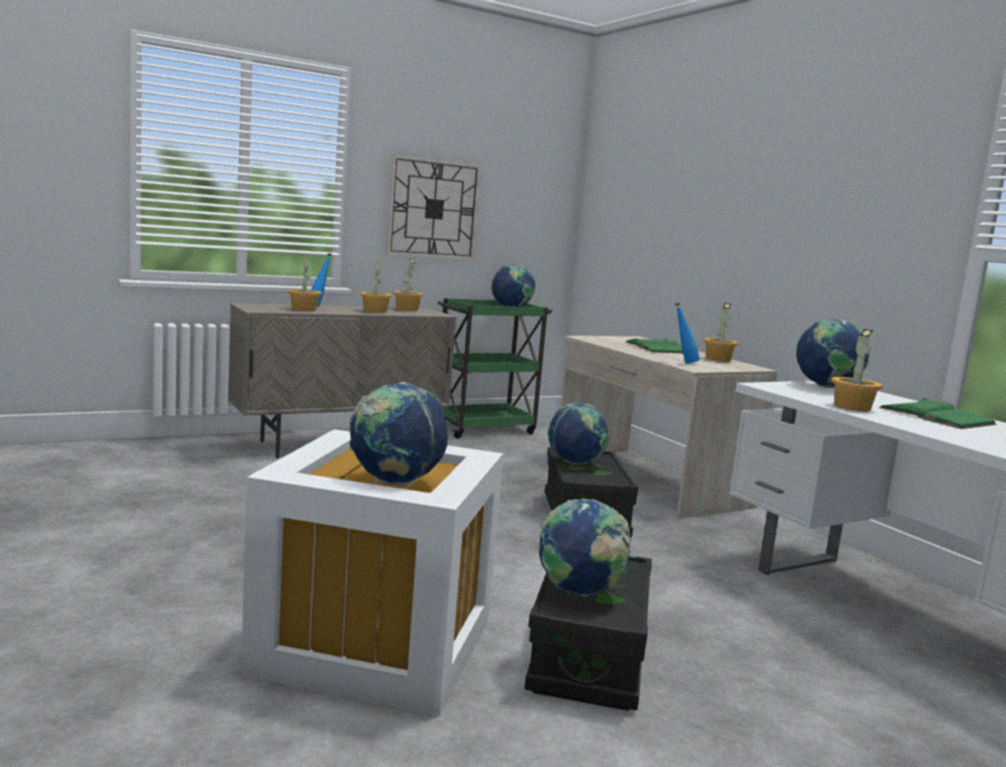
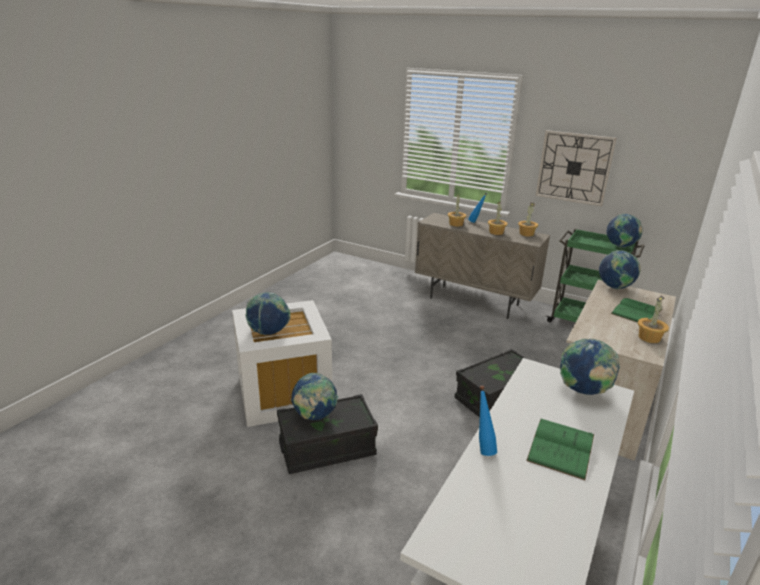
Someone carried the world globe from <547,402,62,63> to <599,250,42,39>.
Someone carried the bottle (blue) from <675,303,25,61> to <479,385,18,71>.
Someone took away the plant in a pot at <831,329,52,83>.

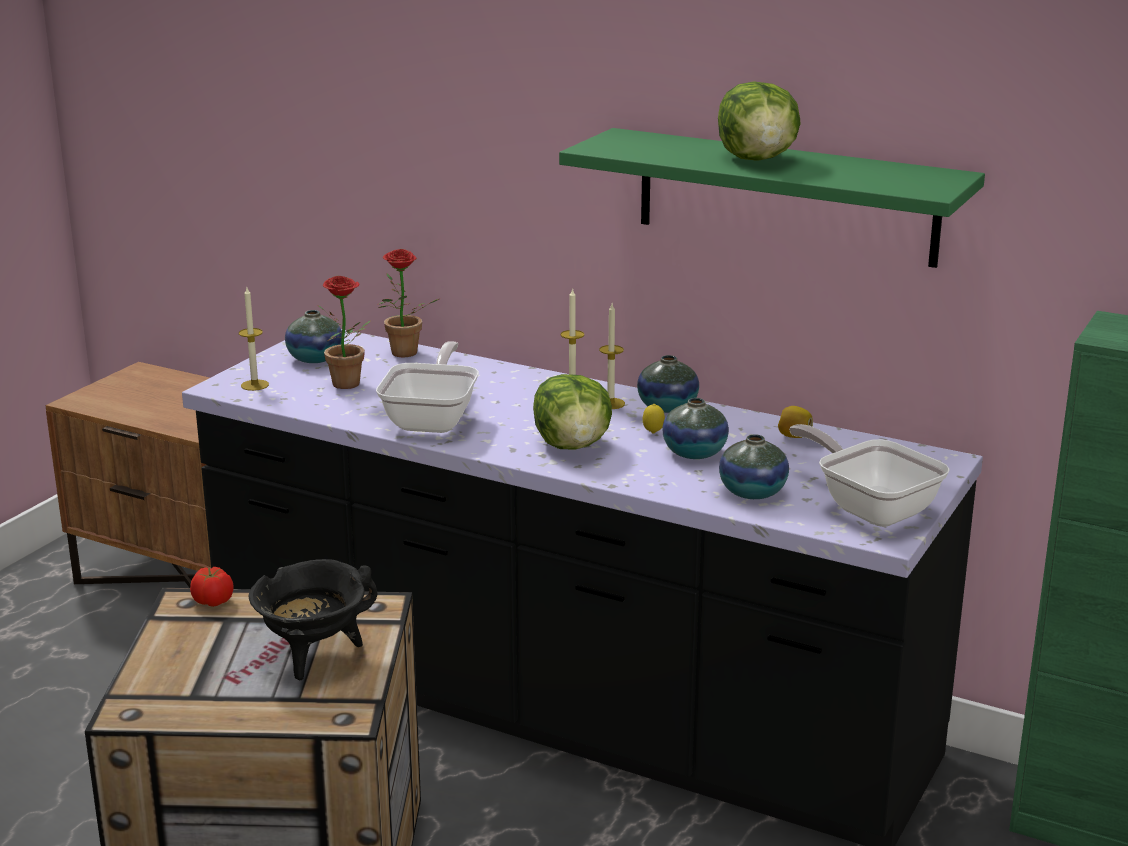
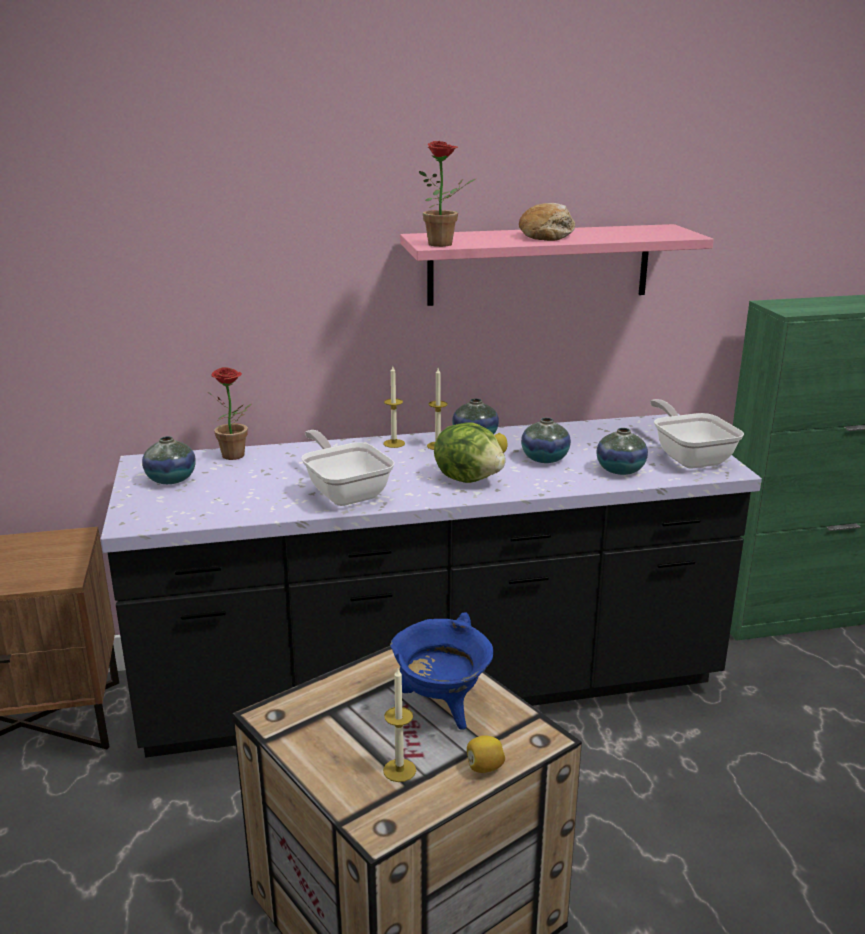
Someone took away the whole tomato at <190,567,44,40>.
Someone carried the wax candle from <239,288,30,103> to <383,668,33,114>.
Someone repainted the cooking pot (black-coloured) at <248,559,129,121>, which became the cooking pot (blue) at <390,612,103,118>.
Someone carried the plant in a pot from <319,276,52,113> to <419,141,57,106>.
Someone repainted the bracket shelf (greenish) at <559,128,426,140>, which became the bracket shelf (pinkish) at <400,224,314,82>.
Someone swapped the head of lettuce at <718,81,83,80> for the bakery bread at <519,203,56,38>.
Someone carried the citrus fruit from <778,406,35,32> to <467,735,38,38>.
Someone rotated the skillet at <789,424,161,103> by 60 degrees clockwise.

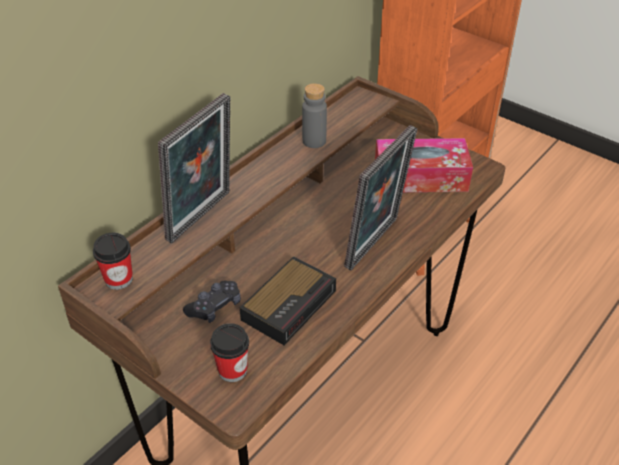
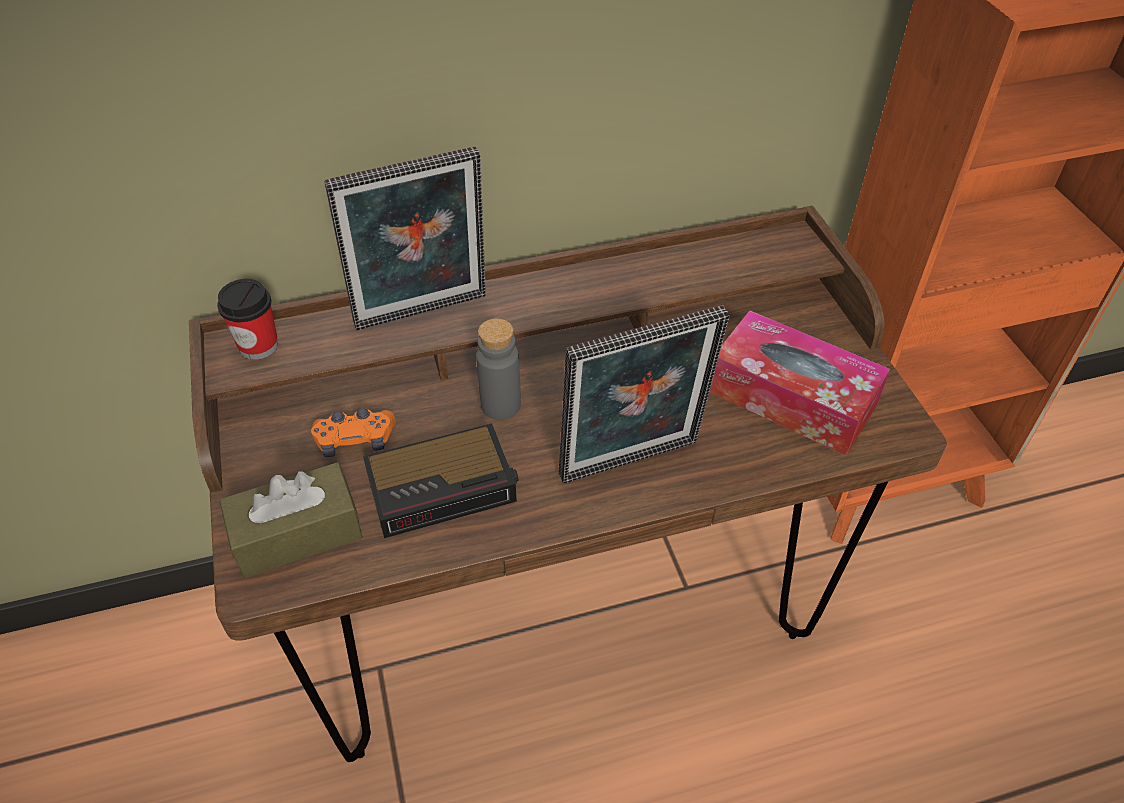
Someone repainted the joypad (black-coloured) at <183,281,58,42>, which became the joypad (orange-coloured) at <311,408,85,49>.
Someone swapped the cup at <210,323,39,59> for the tissue box (brown-coloured) at <219,462,144,116>.
Someone carried the bottle (grey) from <302,83,25,65> to <476,318,45,102>.

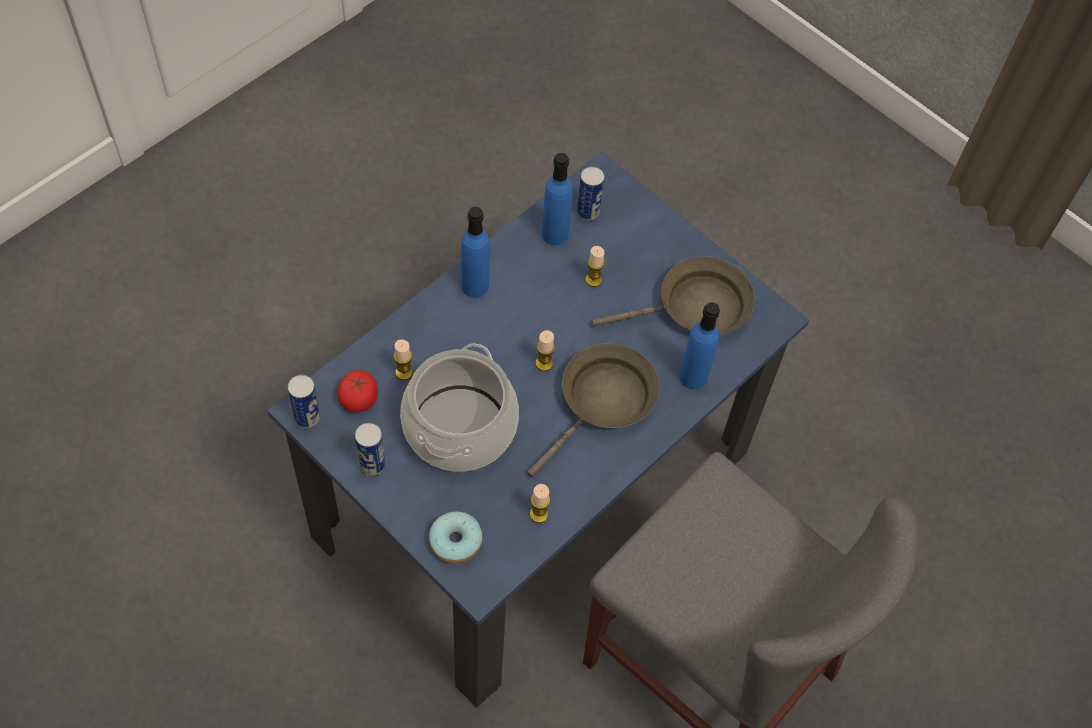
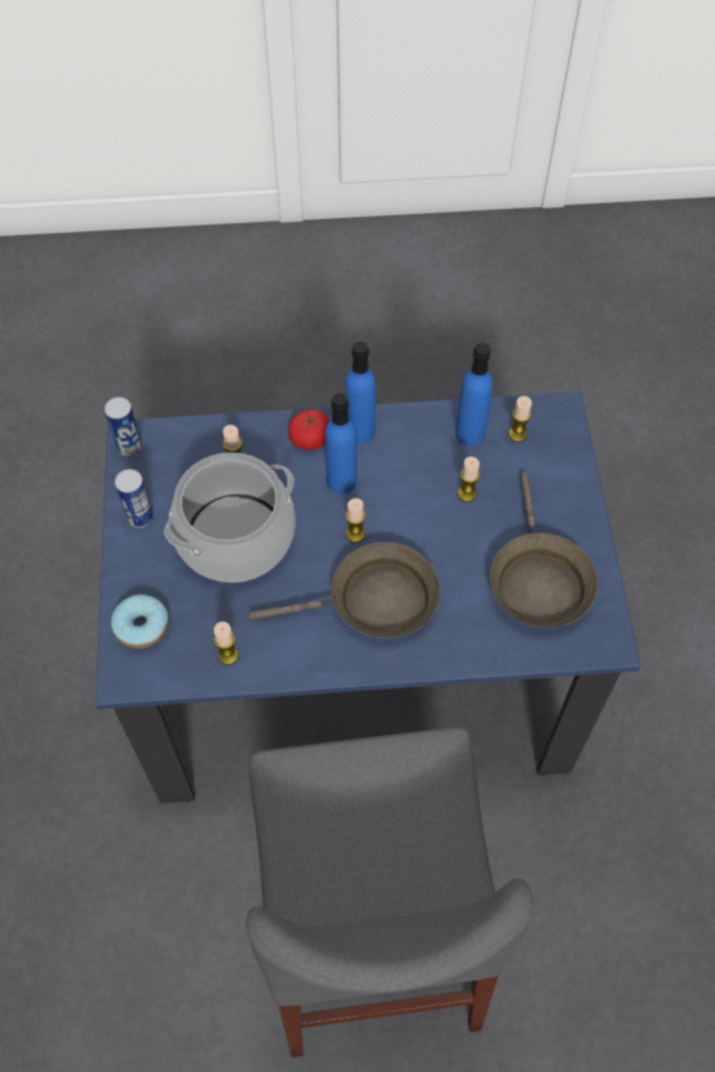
Someone carried the whole tomato from <337,370,41,42> to <288,410,42,40>.
Someone swapped the sealed can at <577,166,27,55> for the wax candle at <508,396,24,46>.
Someone rotated the skillet (brown-coloured) at <592,256,163,78> by 60 degrees clockwise.
Someone carried the bottle (blue) from <679,302,41,87> to <325,393,32,101>.

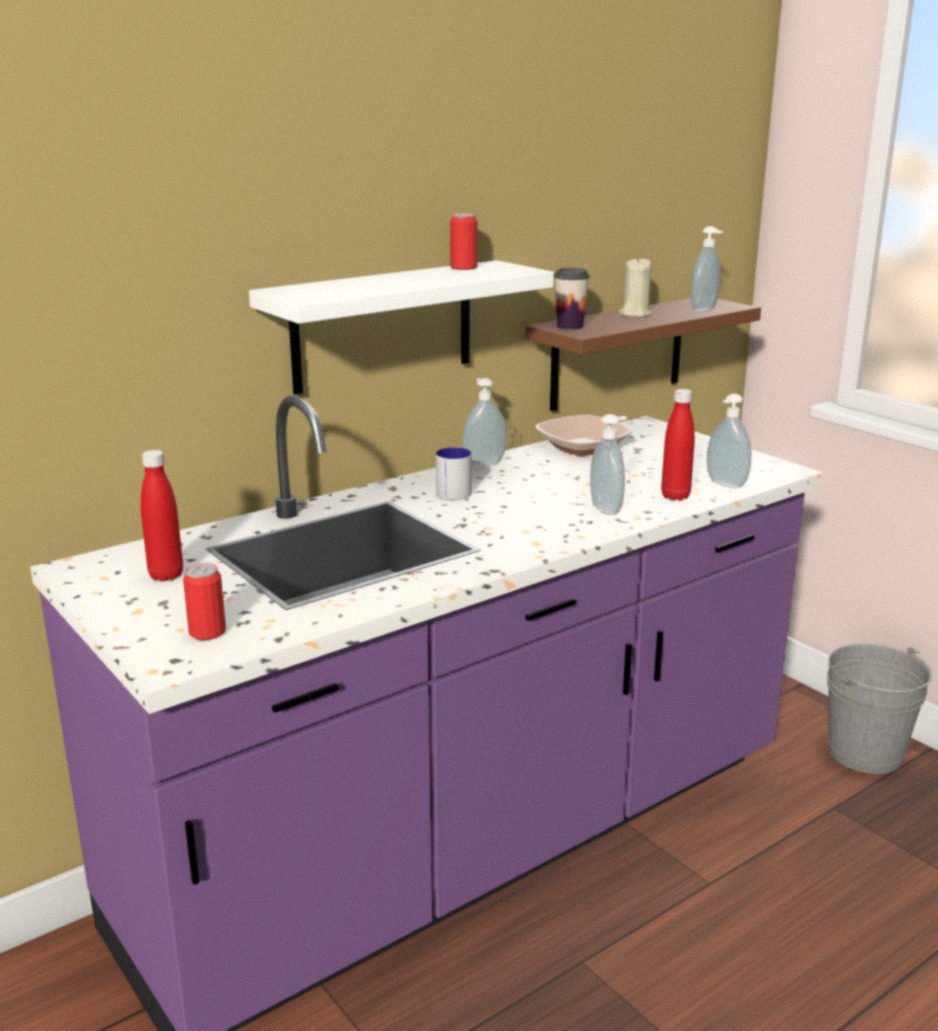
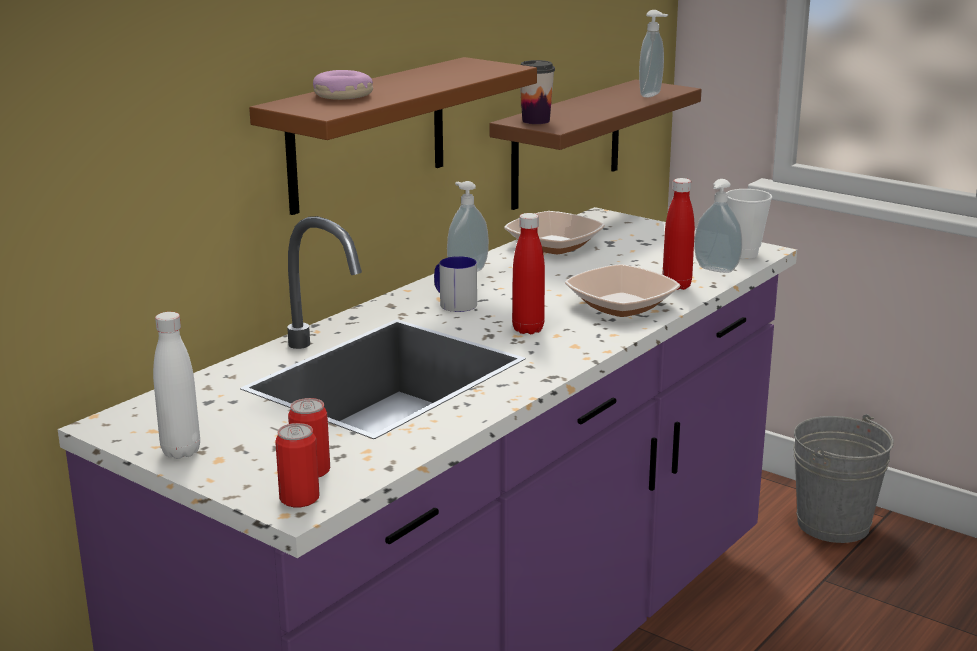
Someone carried the bottle (red) from <141,450,42,131> to <512,213,33,121>.
Someone repainted the bracket shelf (white) at <249,260,305,135>, which became the bracket shelf (brown-coloured) at <249,57,288,158>.
Someone carried the sealed can from <450,213,27,57> to <275,423,45,84>.
Someone swapped the soap bottle at <590,414,37,101> for the serving bowl at <565,264,115,53>.
Someone took away the wax candle (beige-coloured) at <619,257,33,60>.
Someone put down the bottle (white) at <153,312,47,147>.
Someone put down the donut at <313,70,60,30>.
Someone put down the cup at <726,189,46,70>.

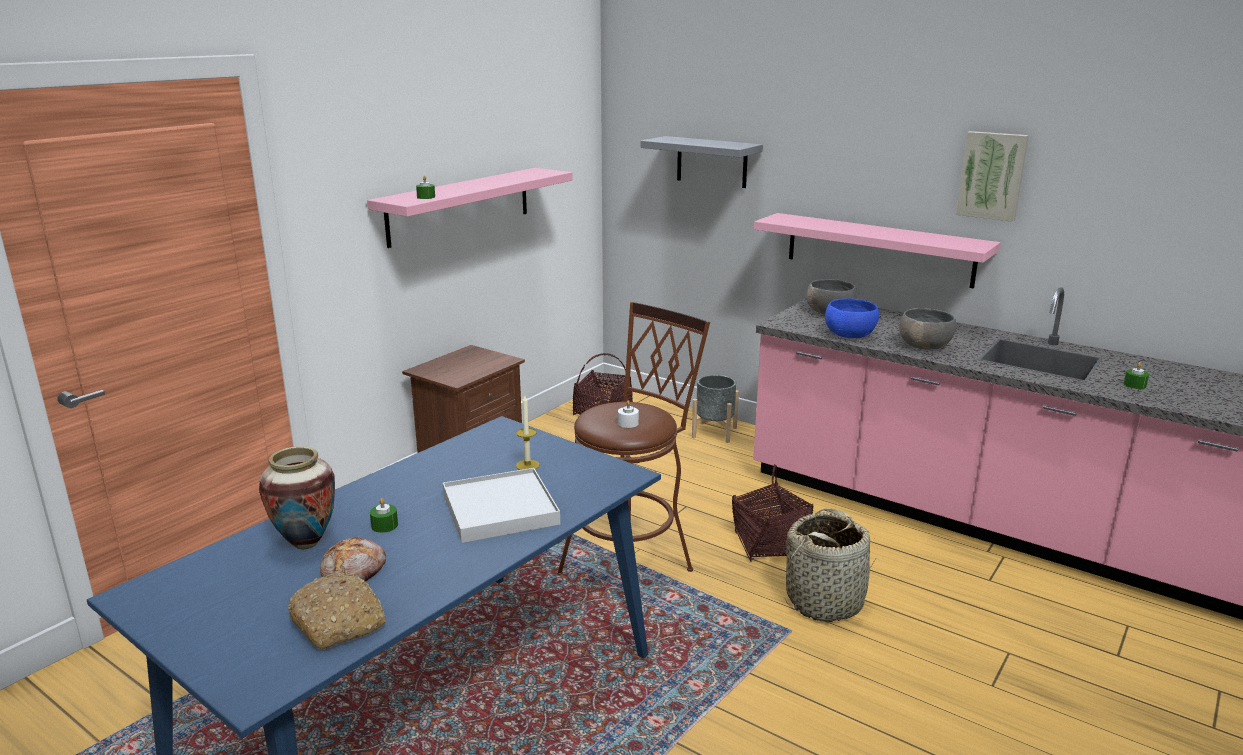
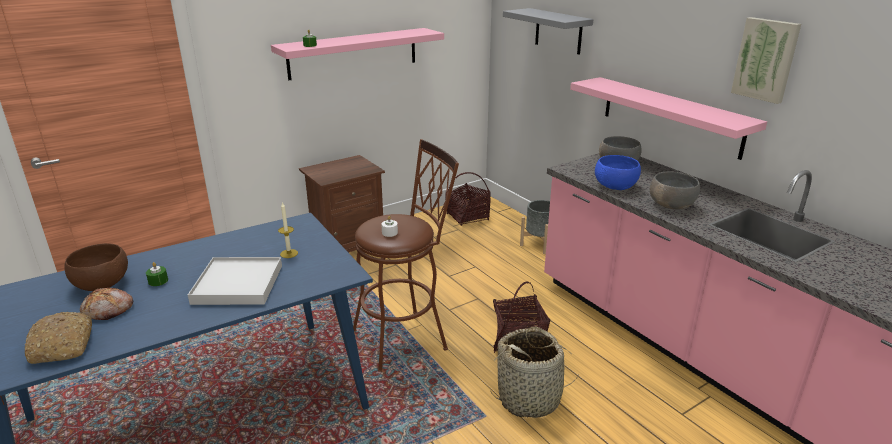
Someone swapped the flower vase at <259,446,76,103> for the serving bowl (brown-coloured) at <64,243,64,48>.
Someone took away the wax candle (greenish) at <1124,362,25,27>.

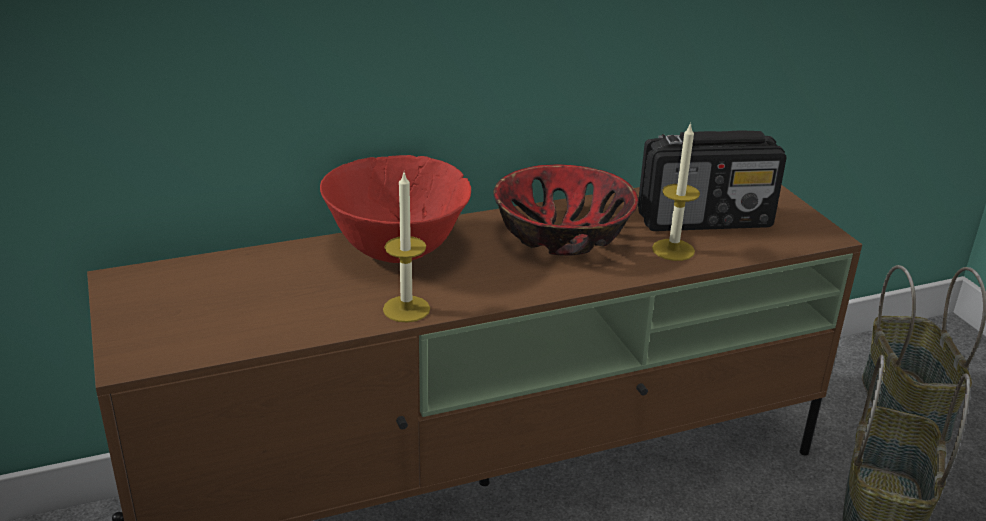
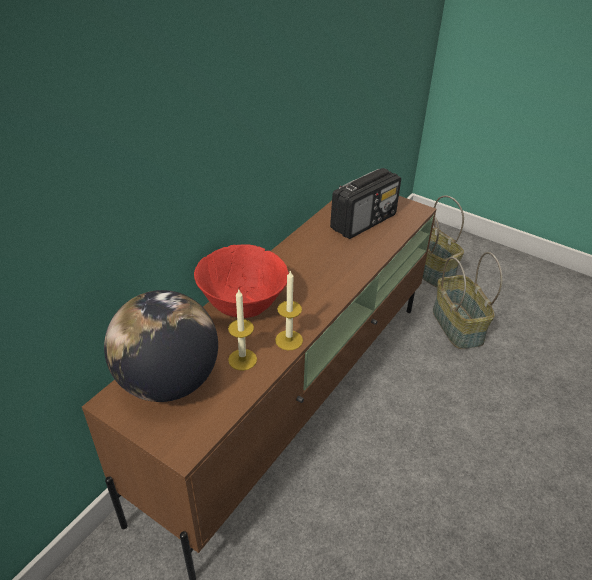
Someone took away the serving bowl at <493,164,146,92>.
Someone carried the wax candle from <652,122,48,139> to <228,290,29,81>.
Someone put down the world globe at <104,290,114,112>.

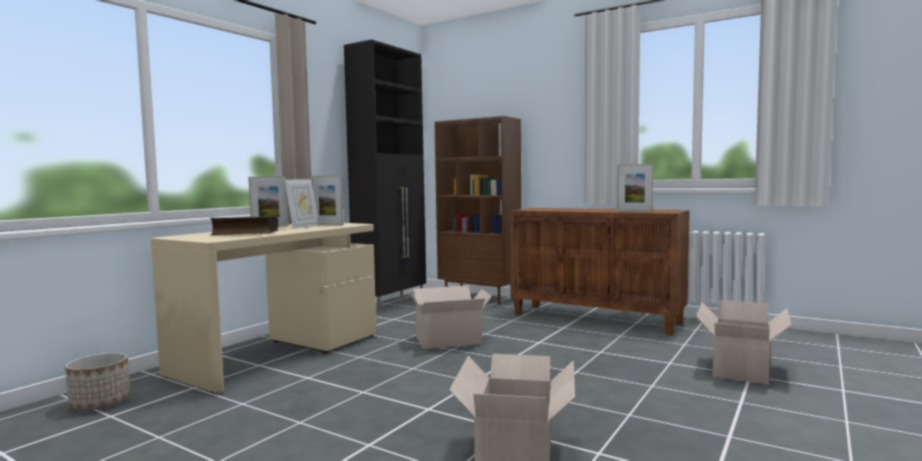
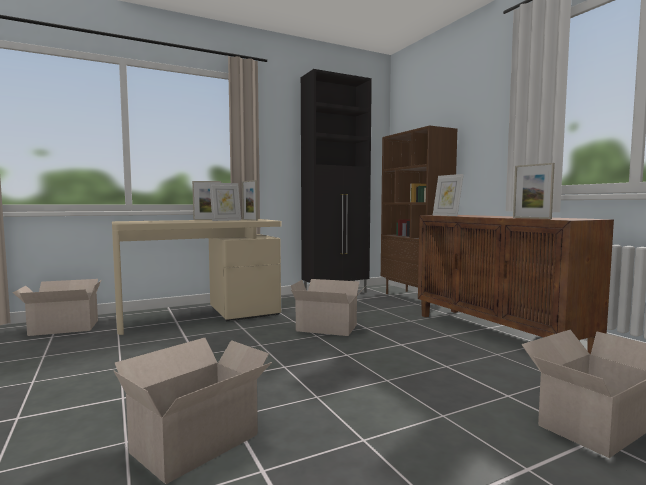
Someone swapped the flower pot at <65,352,65,58> for the packing box at <13,279,89,57>.
Someone took away the book at <210,216,68,19>.
Someone put down the picture frame at <433,174,31,42>.

